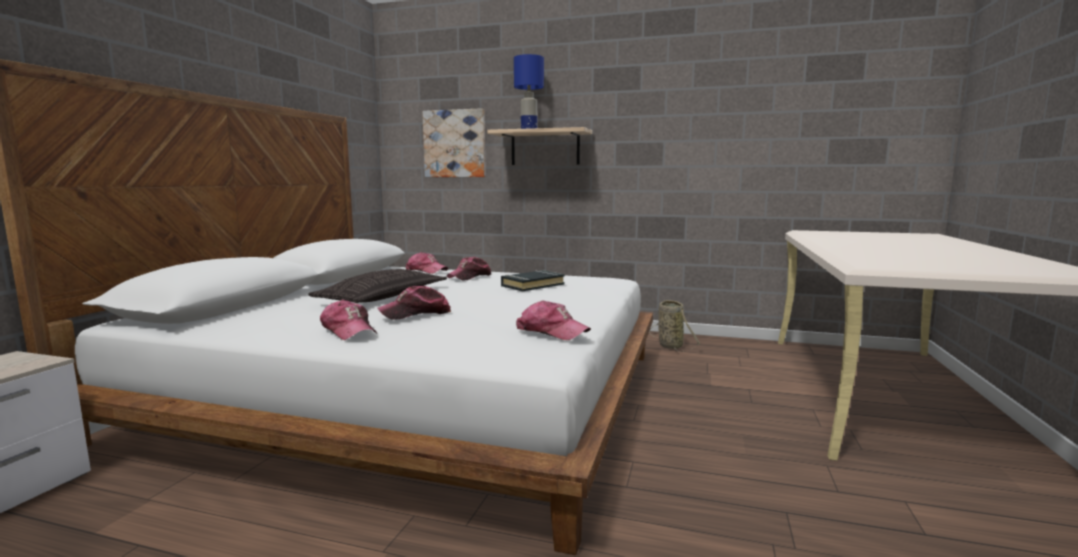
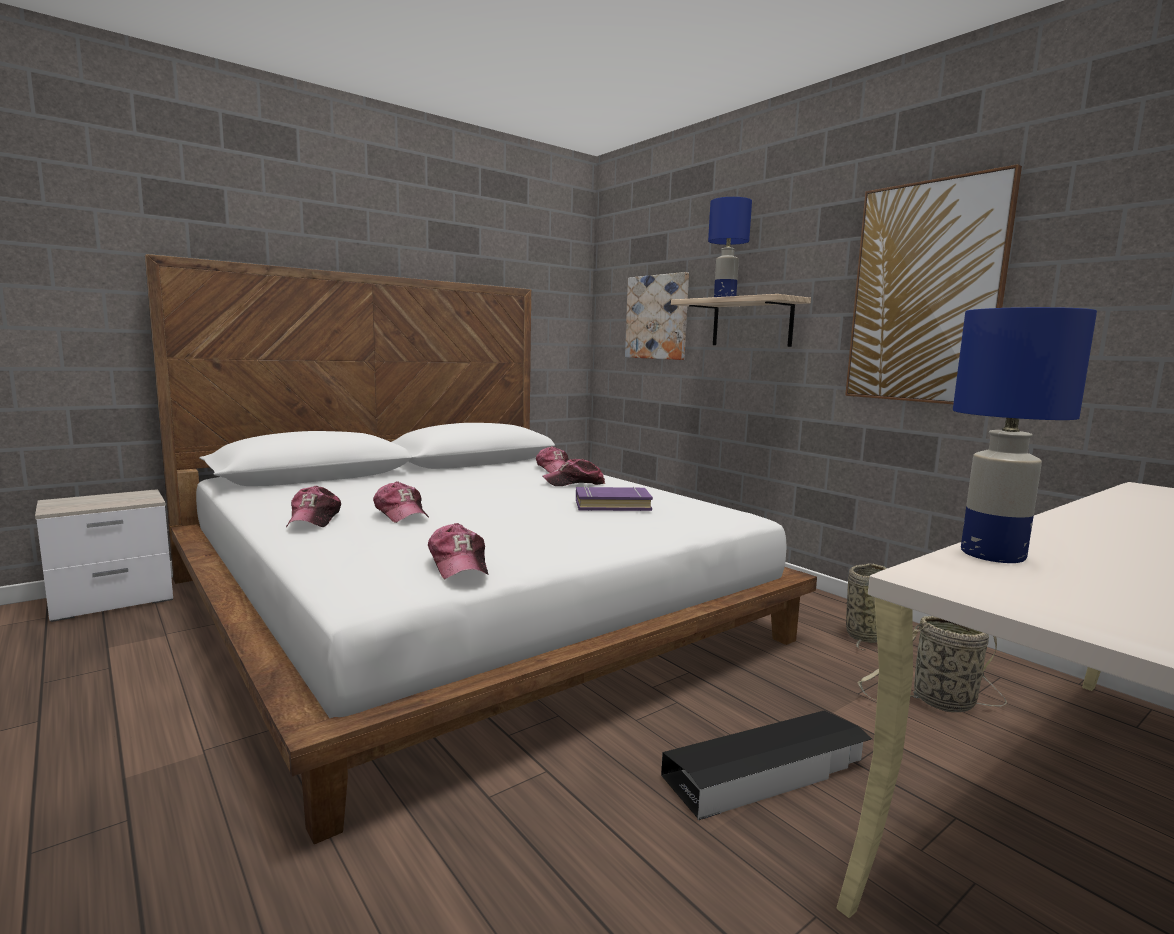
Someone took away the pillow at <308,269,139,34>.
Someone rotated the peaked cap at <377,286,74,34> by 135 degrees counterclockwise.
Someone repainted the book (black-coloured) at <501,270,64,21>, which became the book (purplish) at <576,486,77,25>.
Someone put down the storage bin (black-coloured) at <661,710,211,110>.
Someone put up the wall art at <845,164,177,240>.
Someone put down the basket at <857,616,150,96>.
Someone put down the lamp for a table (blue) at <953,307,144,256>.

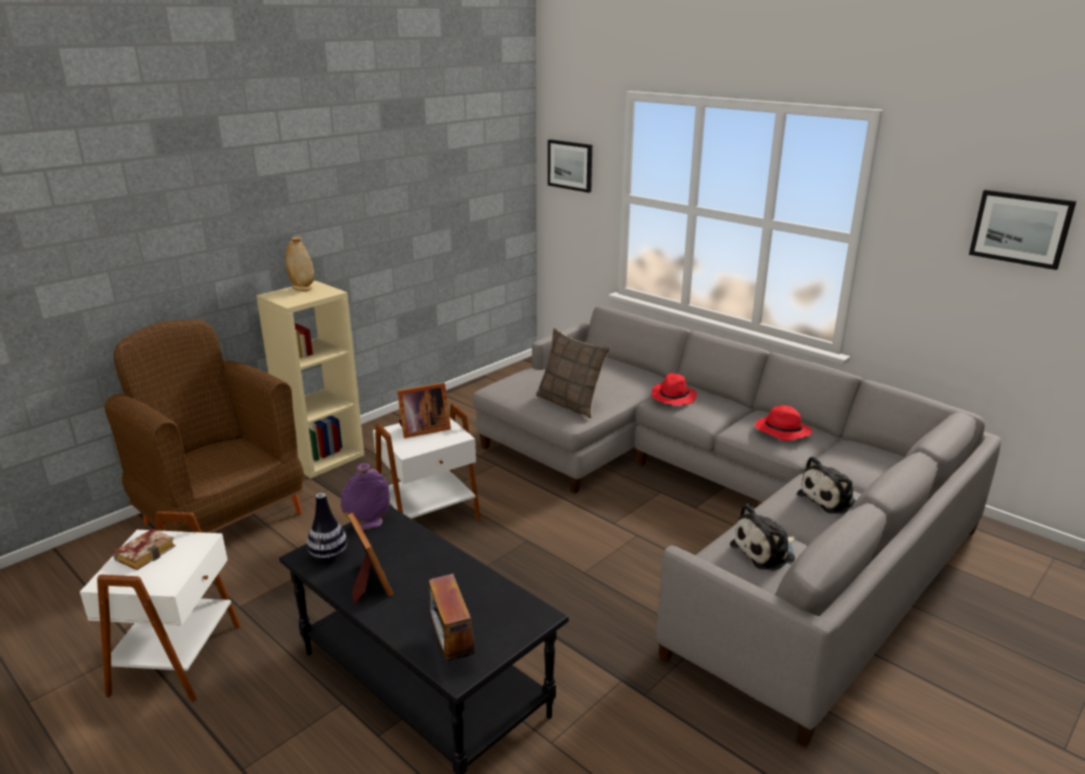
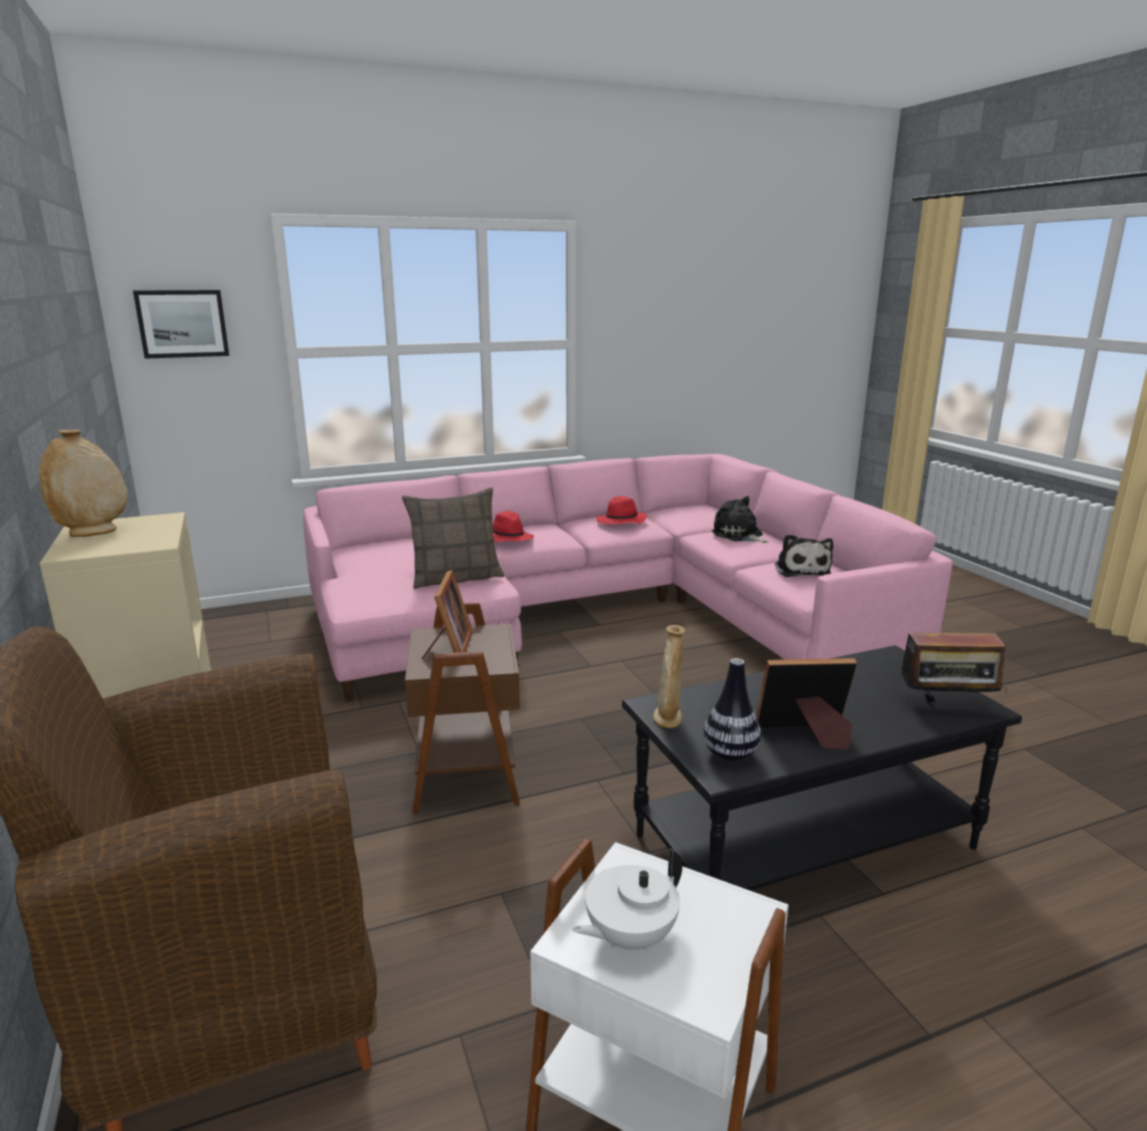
Someone swapped the book at <113,529,62,41> for the tea pot (white) at <573,848,109,102>.
Someone repainted the flower vase (purplish) at <341,463,49,67>, which became the flower vase (beige-coloured) at <653,625,32,103>.
Someone repainted the accent table (white) at <373,403,108,118>, which became the accent table (brown-coloured) at <405,603,115,211>.
Someone repainted the couch (grey) at <473,306,528,441>, which became the couch (pinkish) at <303,454,650,248>.
Someone rotated the plush toy at <797,456,59,58> by 150 degrees clockwise.
Someone took away the wall art at <969,190,107,80>.

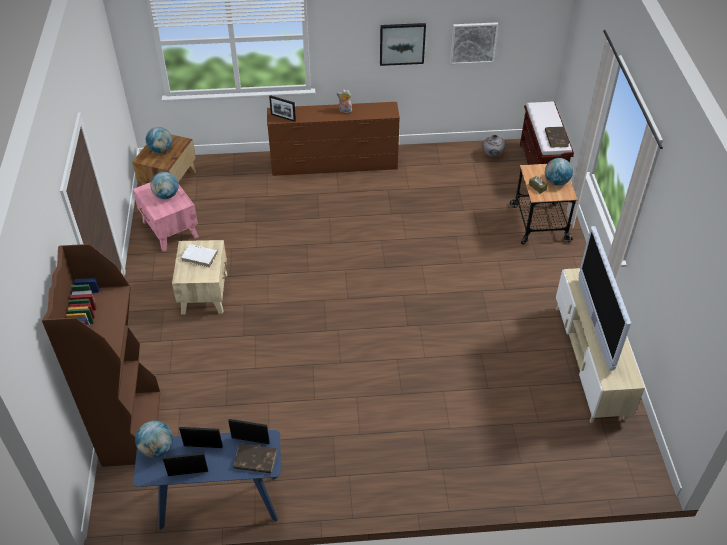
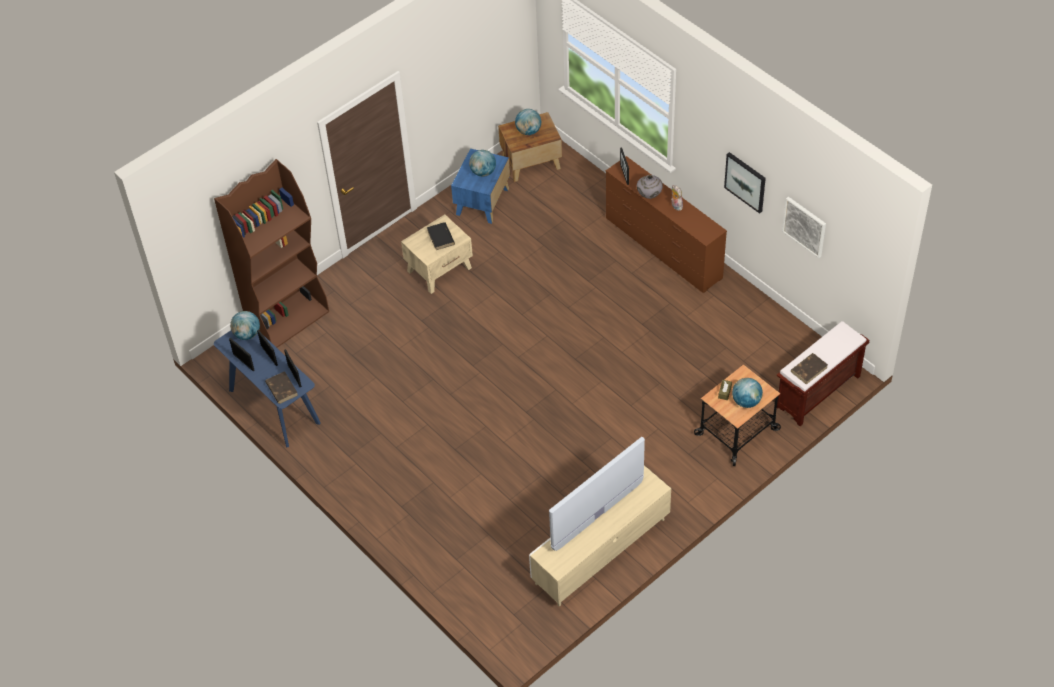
Someone repainted the accent table (pinkish) at <133,182,66,70>, which became the accent table (blue) at <451,148,59,76>.
Someone repainted the book (white) at <181,244,37,23>, which became the book (black-coloured) at <427,222,28,28>.
Someone carried the flower vase (grey) from <483,135,23,22> to <637,175,26,24>.

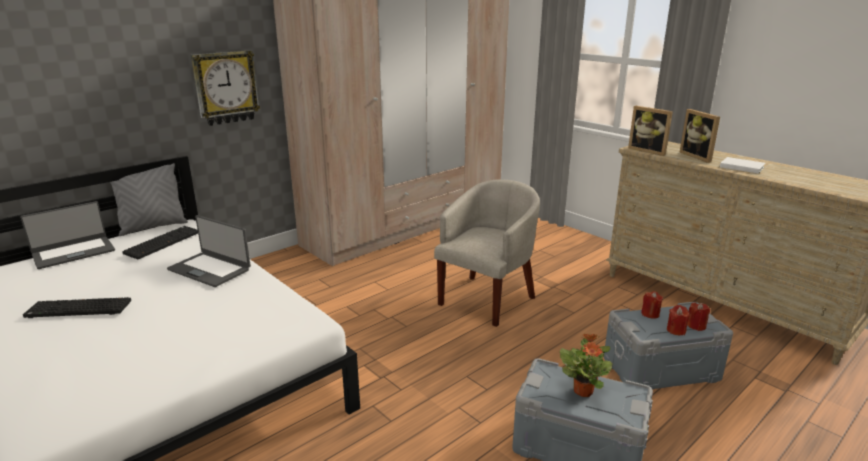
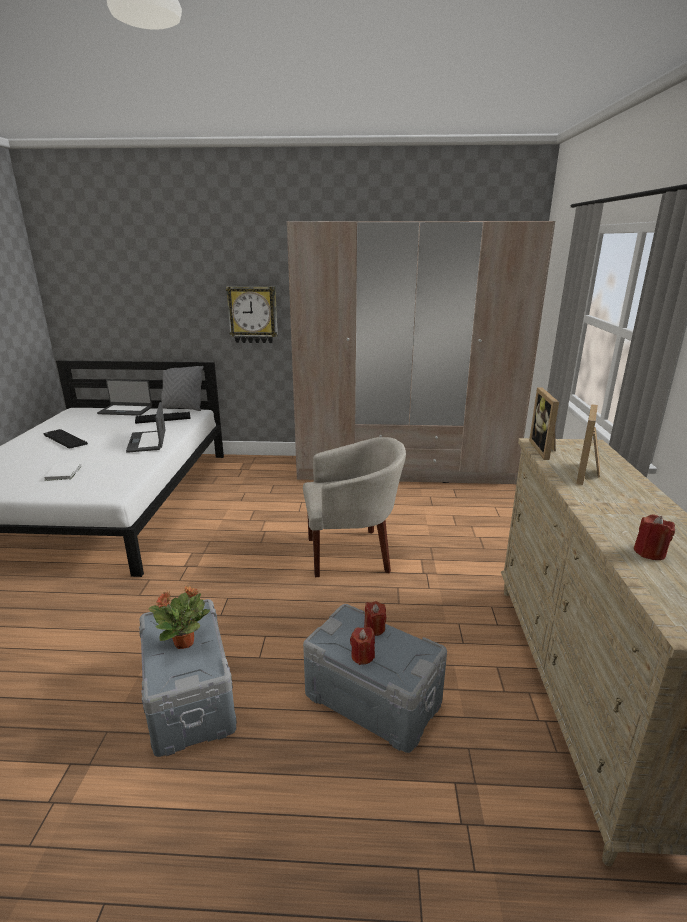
Someone carried the wax candle (red) from <687,303,23,28> to <634,514,41,46>.
Someone carried the book (white) from <720,157,45,17> to <44,463,38,18>.

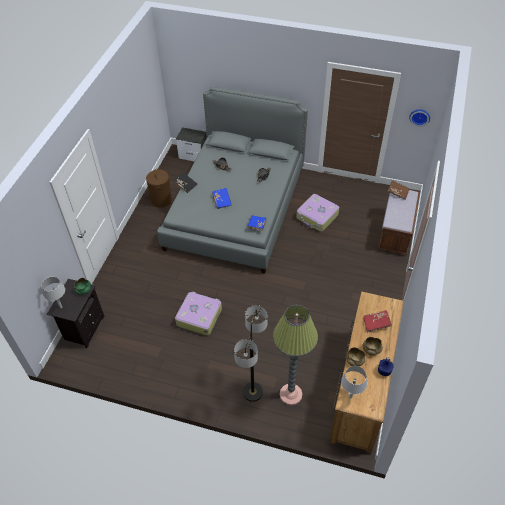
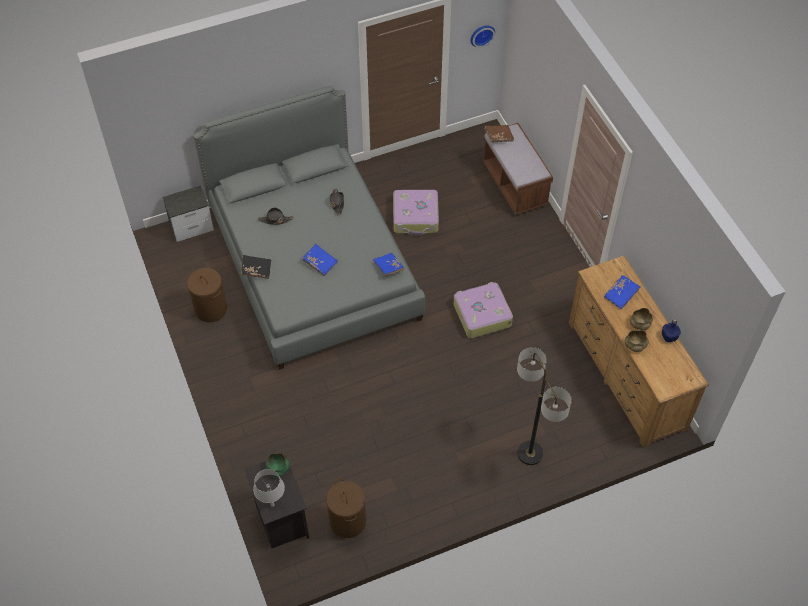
Someone carried the piece of luggage from <175,291,47,44> to <453,282,60,56>.
Someone took away the standard lamp at <273,305,45,100>.
Someone took away the lamp for a table (grey) at <341,366,26,32>.
Someone repainted the book (red) at <363,310,29,23>, which became the book (blue) at <604,275,37,35>.
Someone put down the hamper (brown-coloured) at <326,479,40,59>.

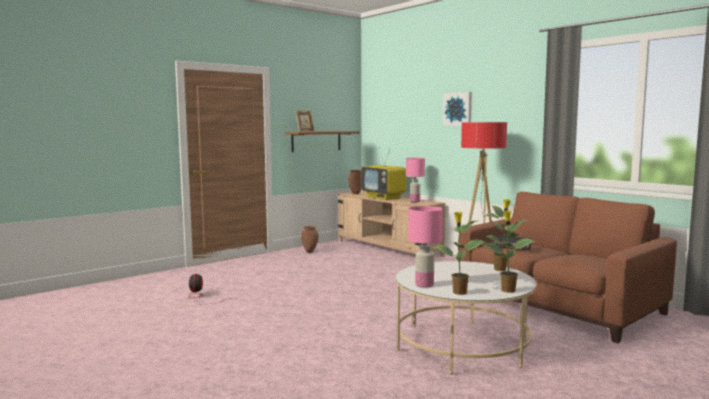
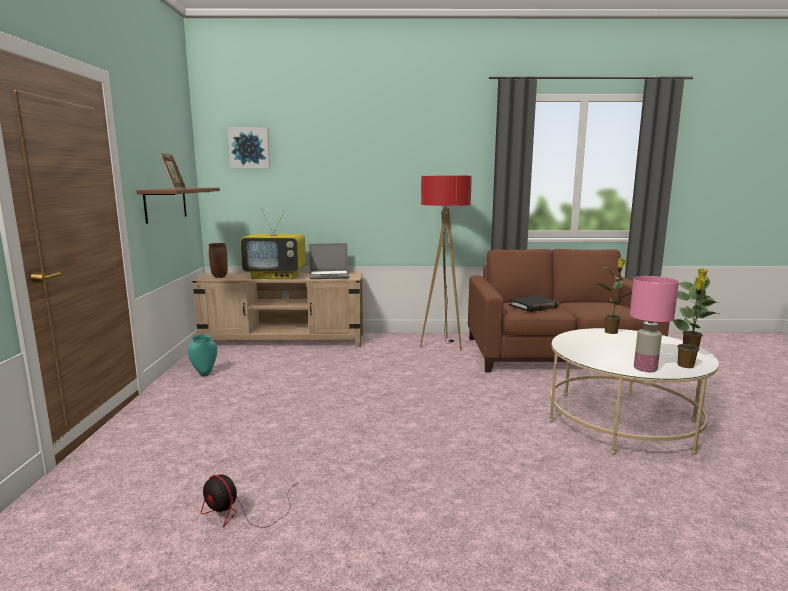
Someone repainted the flower vase (brown-coloured) at <301,226,17,27>, which became the flower vase (turquoise) at <188,335,29,41>.
Someone swapped the lamp for a table (pinkish) at <406,158,19,44> for the portable computer at <309,243,40,36>.
Someone carried the wall art from <443,92,29,34> to <228,128,42,40>.

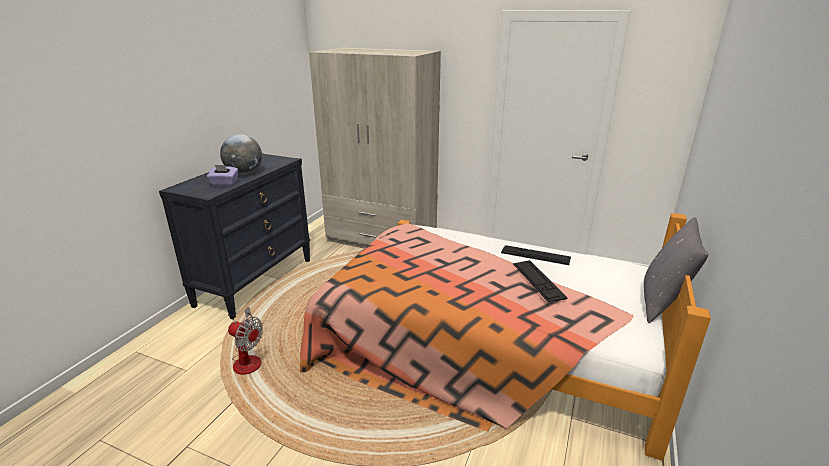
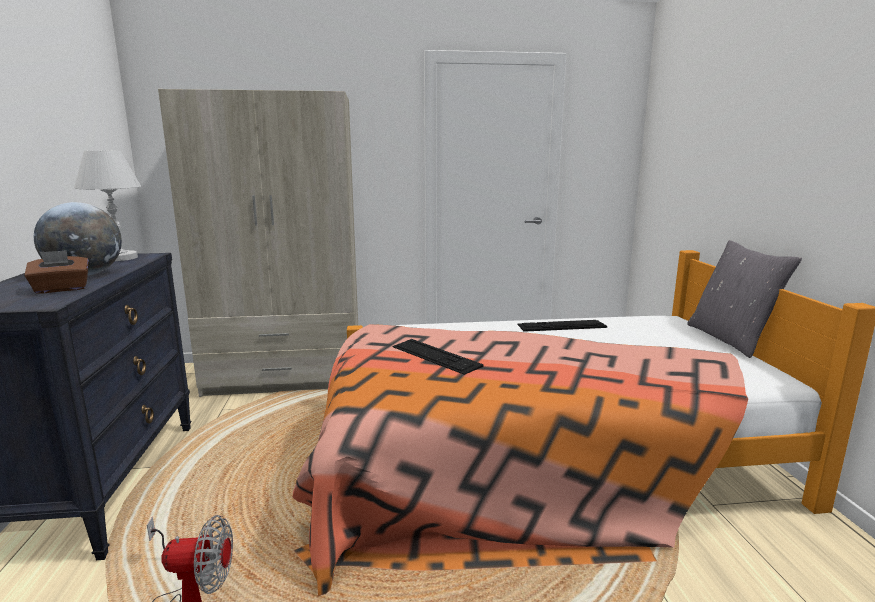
Someone repainted the tissue box (purplish) at <207,165,31,21>, which became the tissue box (brown-coloured) at <24,250,65,44>.
Someone carried the keyboard from <513,260,54,42> to <392,339,92,36>.
Someone put down the lamp for a table (white) at <74,151,67,110>.

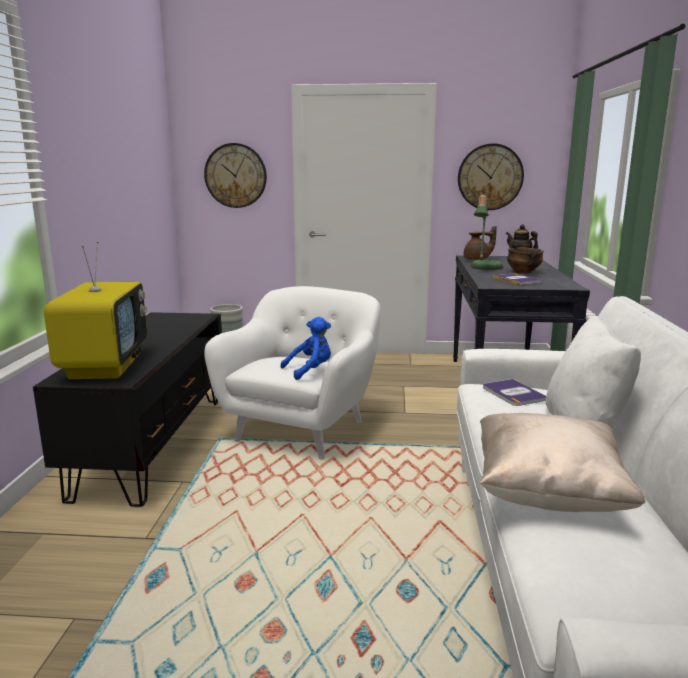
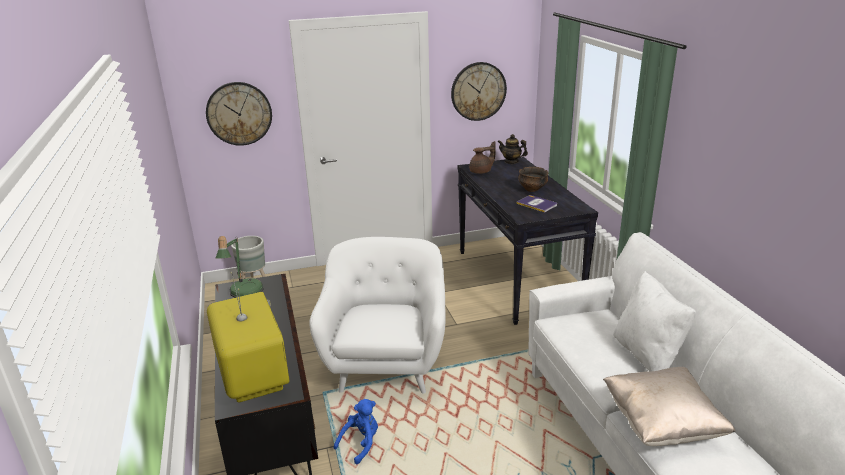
Someone carried the plush toy (blue) from <280,317,51,63> to <333,399,45,65>.
Someone carried the lamp for a table from <470,195,33,75> to <216,236,48,62>.
Someone took away the book at <483,379,63,27>.

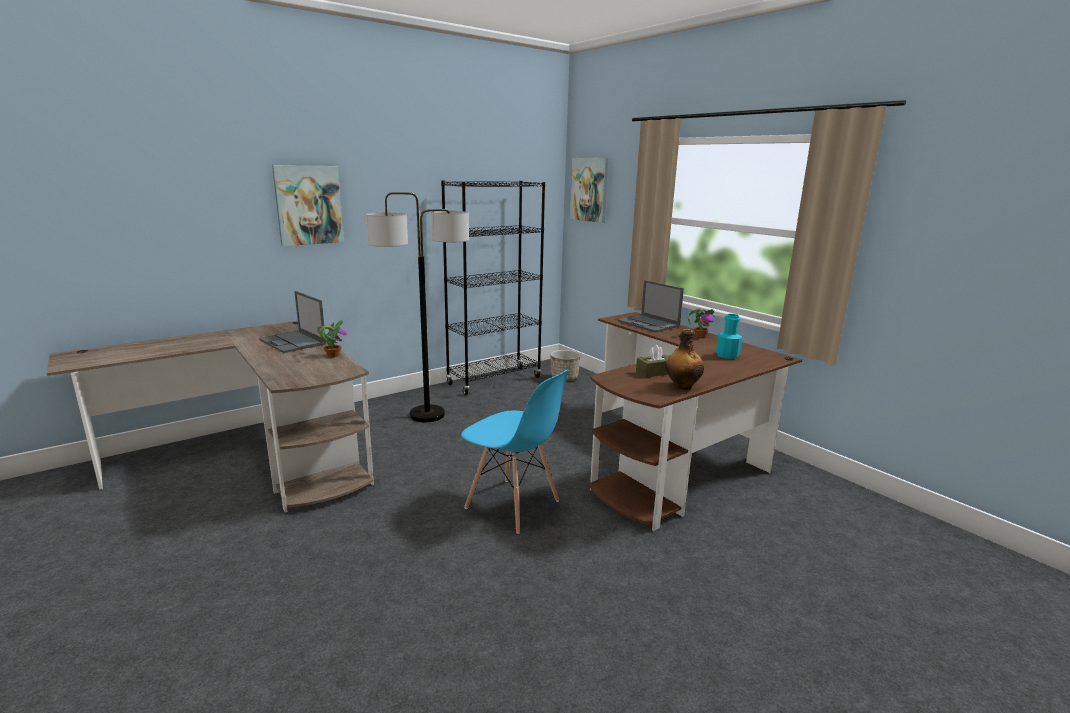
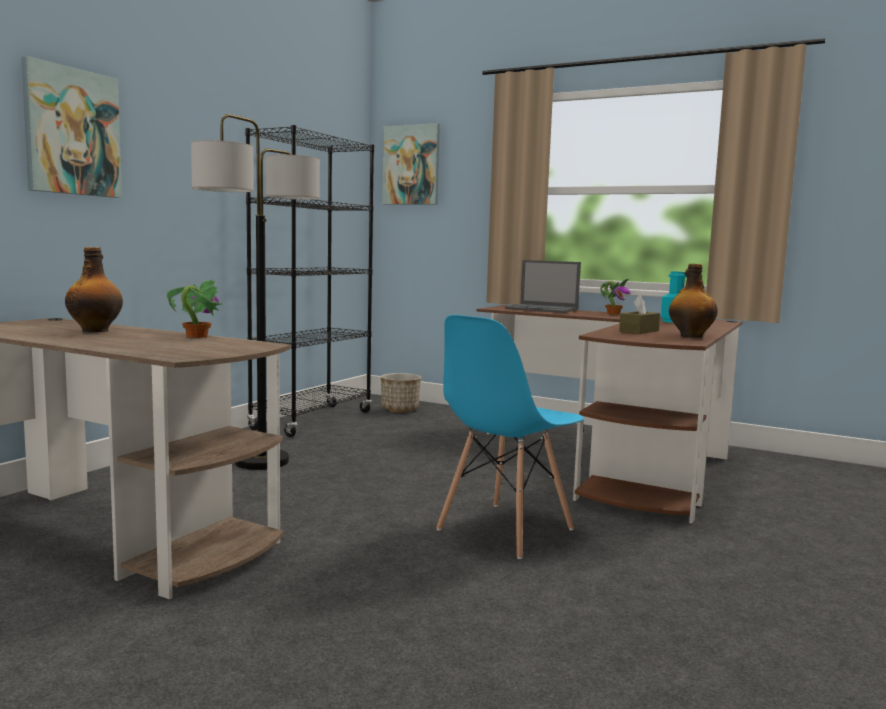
Someone swapped the portable computer at <259,291,67,62> for the bottle at <65,247,58,85>.
Someone rotated the chair (blue) at <461,370,108,164> by 120 degrees clockwise.

